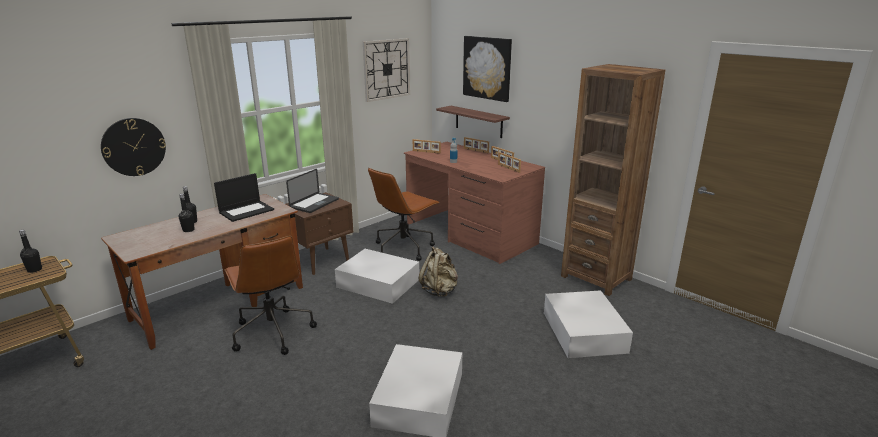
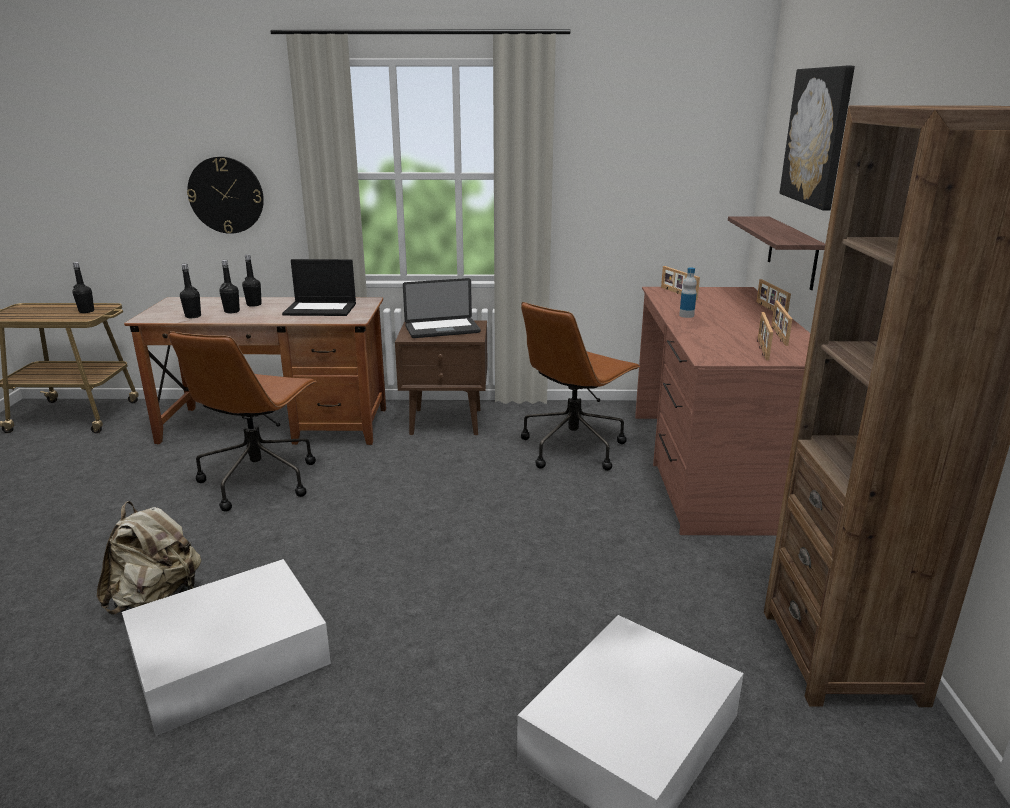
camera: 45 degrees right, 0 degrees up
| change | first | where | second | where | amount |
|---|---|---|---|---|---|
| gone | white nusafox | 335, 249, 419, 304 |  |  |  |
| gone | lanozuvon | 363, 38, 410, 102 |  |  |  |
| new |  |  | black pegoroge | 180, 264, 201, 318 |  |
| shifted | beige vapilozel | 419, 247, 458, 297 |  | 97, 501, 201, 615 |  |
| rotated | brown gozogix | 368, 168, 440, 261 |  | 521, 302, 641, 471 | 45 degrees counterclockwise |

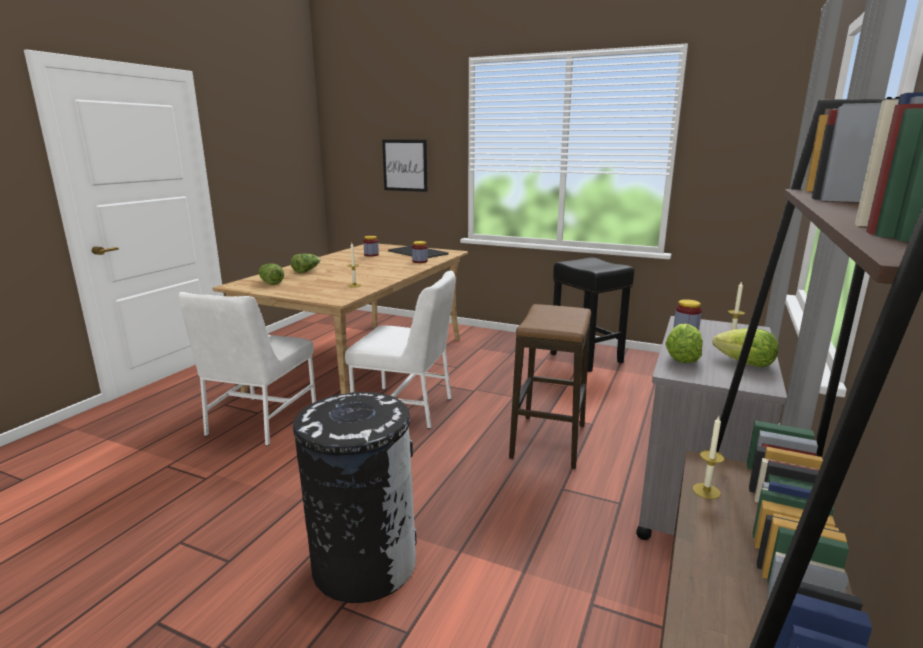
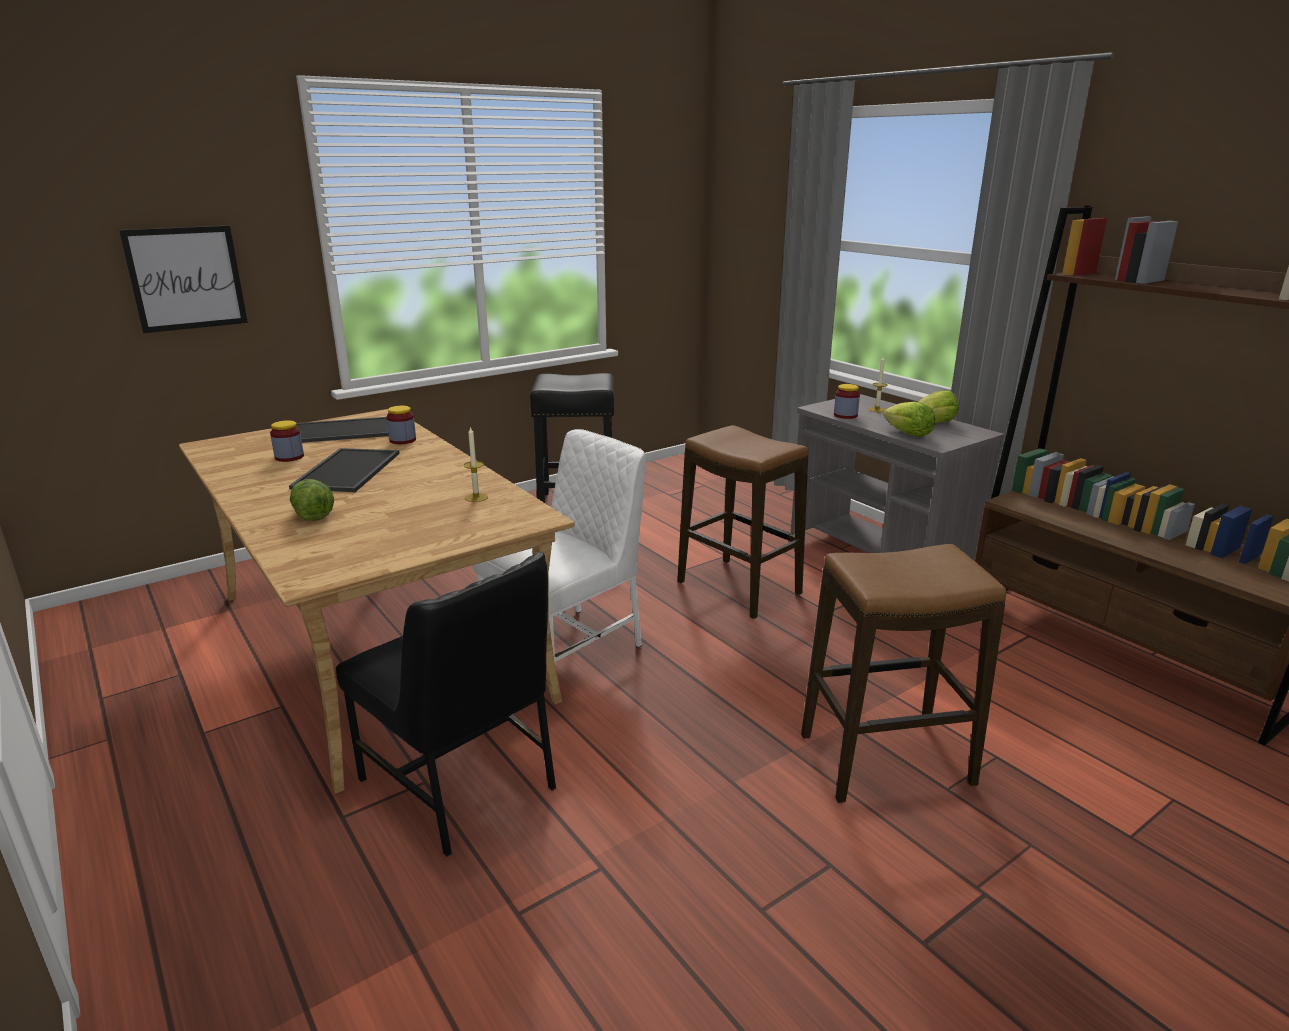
camera: 60 degrees left, 5 degrees up
| change | first | where | second | where | amount |
|---|---|---|---|---|---|
| gone | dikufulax | 258, 263, 284, 285 |  |  |  |
| gone | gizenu | 693, 416, 725, 499 |  |  |  |
| new |  |  | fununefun | 289, 448, 400, 492 |  |
| swapped | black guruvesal | 293, 391, 417, 603 | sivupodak | 801, 544, 1006, 803 |  |
| repainted | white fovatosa | 178, 292, 316, 446 | black fovatosa | 336, 552, 556, 857 |  |

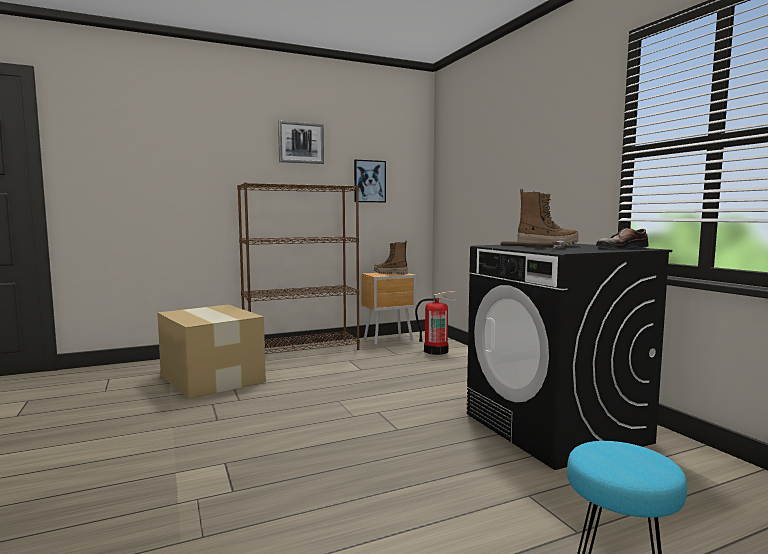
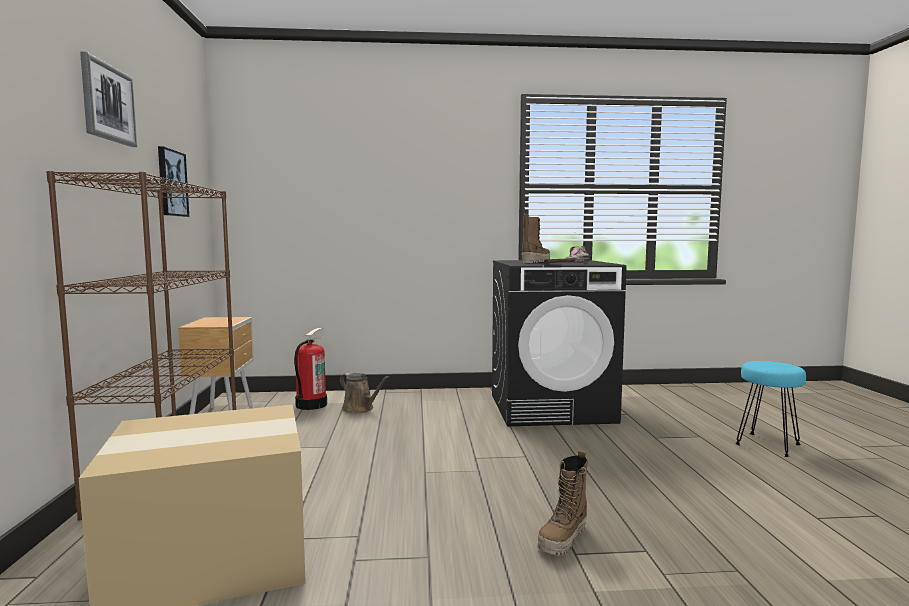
camera: 70 degrees left, 0 degrees up
| change | first | where | second | where | amount |
|---|---|---|---|---|---|
| new |  |  | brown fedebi | 340, 373, 389, 413 |  |
| shifted | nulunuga | 374, 240, 408, 274 |  | 538, 450, 587, 556 |  |

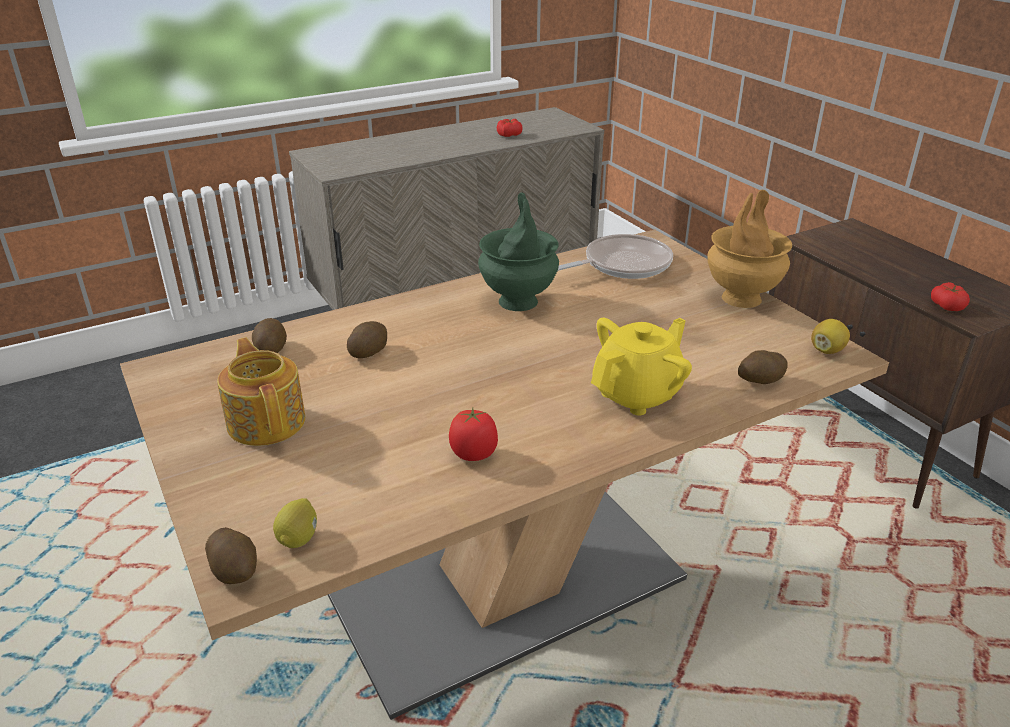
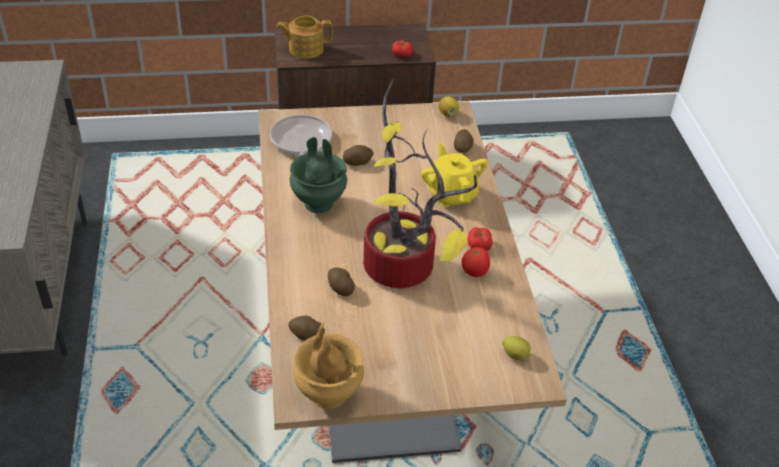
camera: 70 degrees left, 10 degrees up
| change | first | where | second | where | amount |
|---|---|---|---|---|---|
| new |  |  | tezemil | 363, 79, 477, 288 |  |
| shifted | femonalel | 205, 527, 257, 584 |  | 343, 145, 374, 166 |  |
| shifted | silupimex | 217, 337, 305, 446 |  | 276, 16, 332, 59 |  |
| shifted | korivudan | 497, 119, 522, 137 |  | 467, 227, 493, 251 |  |
| shifted | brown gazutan | 707, 190, 792, 308 |  | 293, 322, 364, 409 |  |

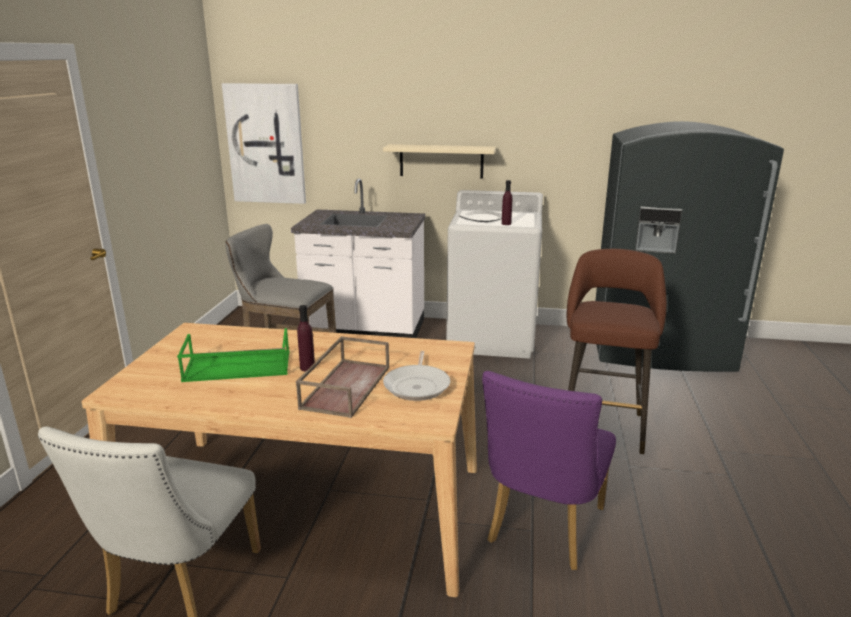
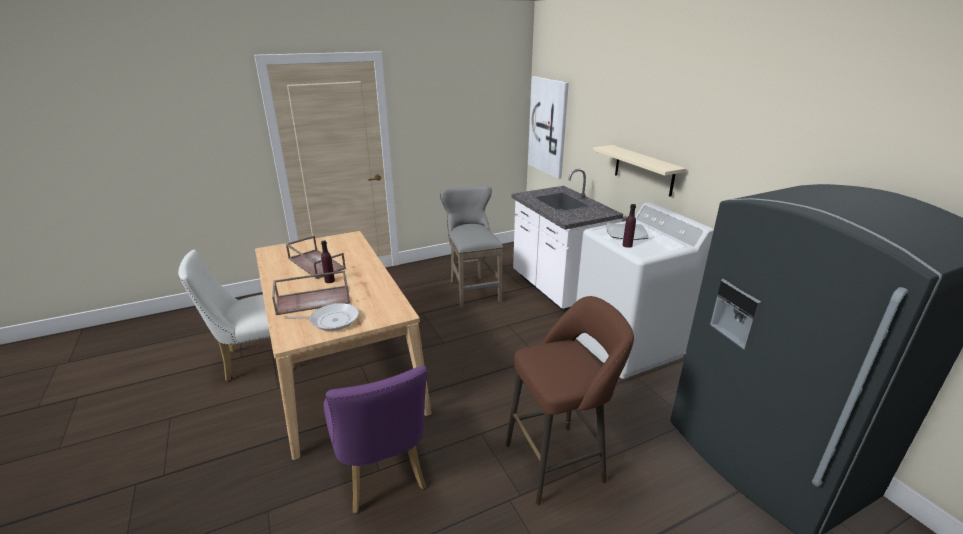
camera: 55 degrees right, 5 degrees up
| change | first | where | second | where | amount |
|---|---|---|---|---|---|
| repainted | green fununefun | 177, 328, 290, 382 | brown fununefun | 286, 236, 346, 279 |  |
| rotated | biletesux | 383, 351, 450, 401 |  | 284, 303, 359, 331 | 150 degrees counterclockwise |
| rotated | purple fovatosa | 482, 371, 616, 570 |  | 323, 366, 427, 513 | 105 degrees counterclockwise |

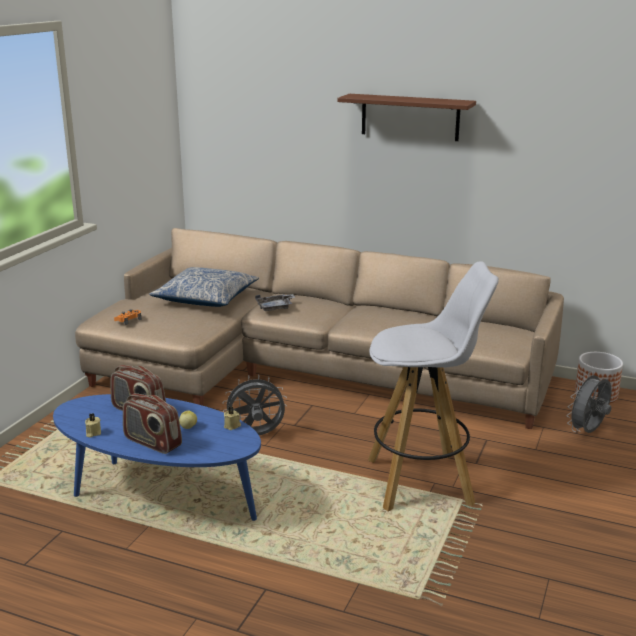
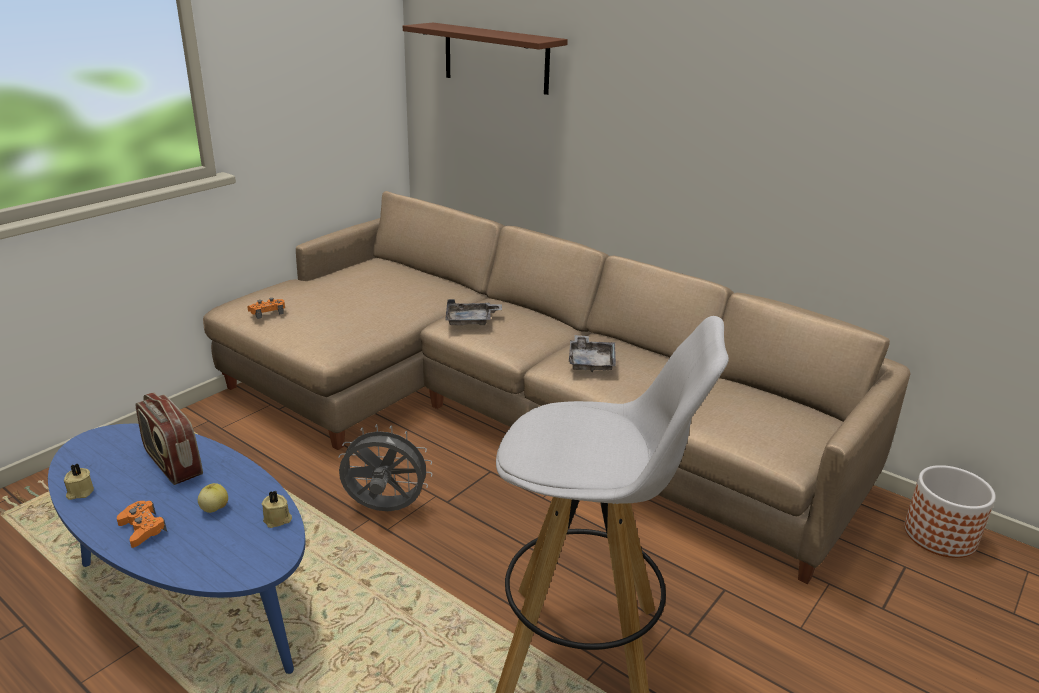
camera: 15 degrees right, 5 degrees up
| change | first | where | second | where | amount |
|---|---|---|---|---|---|
| gone | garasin | 149, 267, 259, 307 |  |  |  |
| gone | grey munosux | 567, 371, 611, 433 |  |  |  |
| new |  |  | grey fununefun | 569, 335, 616, 372 |  |
| shifted | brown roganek | 337, 94, 476, 141 |  | 403, 22, 568, 95 |  |
| swapped | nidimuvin | 123, 393, 182, 454 | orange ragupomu | 117, 501, 167, 548 |  |

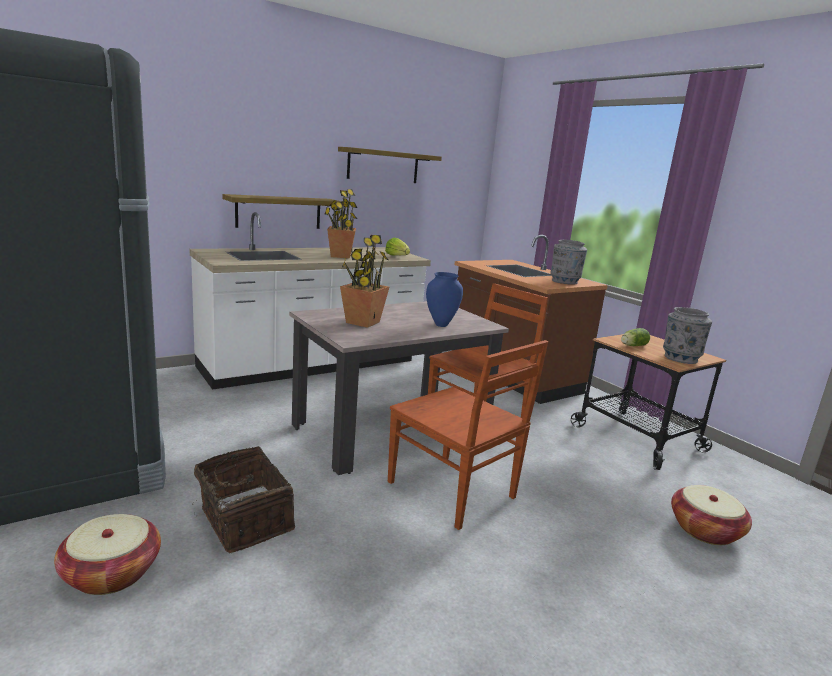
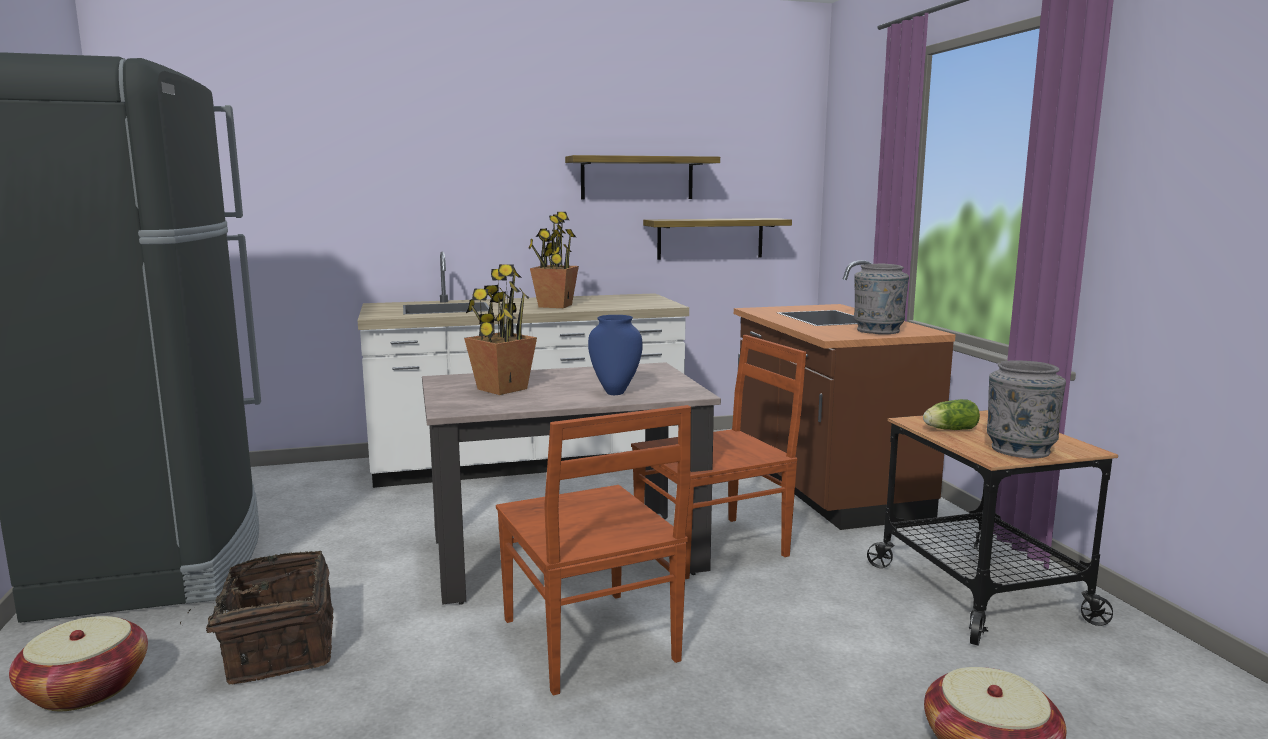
camera: 20 degrees right, 5 degrees down
| change | first | where | second | where | amount |
|---|---|---|---|---|---|
| gone | dikufulax | 385, 238, 410, 256 |  |  |  |
| shifted | roganek | 222, 194, 342, 229 |  | 643, 218, 792, 260 |  |

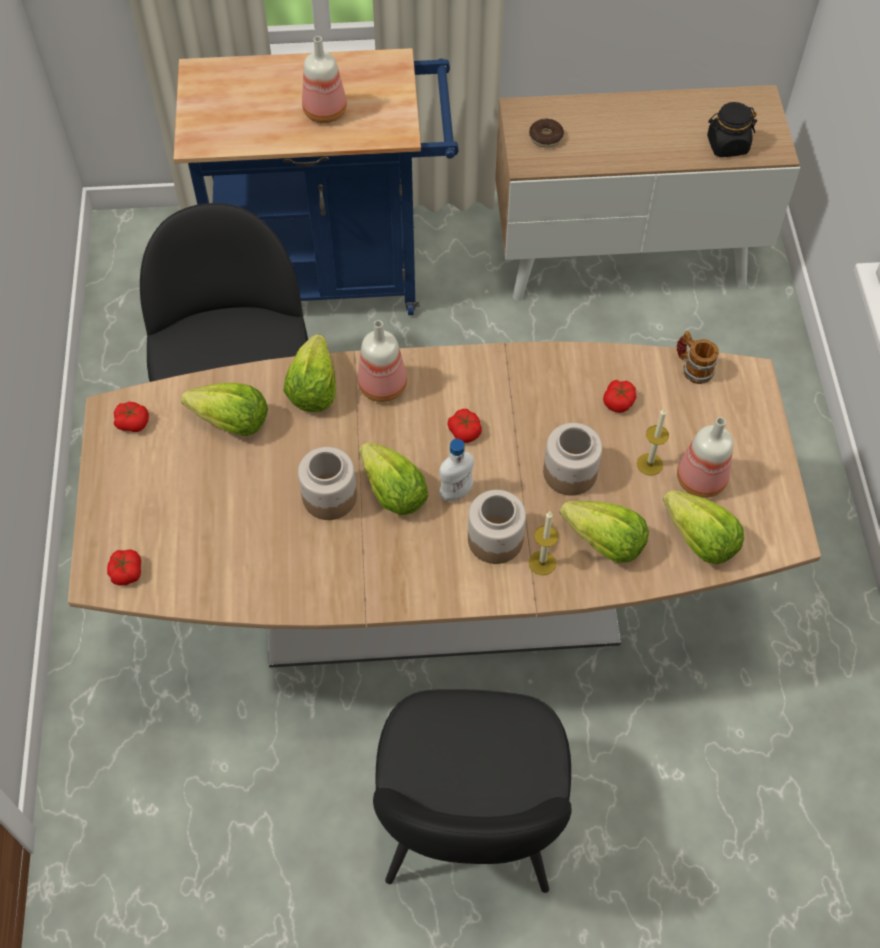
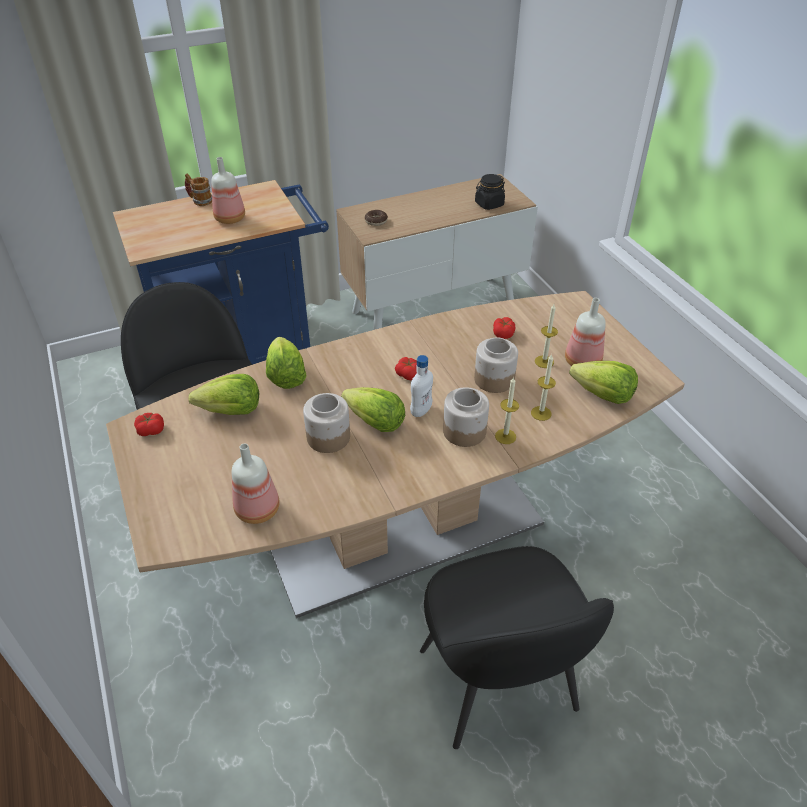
camera: 20 degrees left, 15 degrees down
| change | first | where | second | where | amount |
|---|---|---|---|---|---|
| gone | korivudan | 107, 549, 141, 586 |  |  |  |
| shifted | pegoroge | 358, 320, 407, 402 |  | 232, 444, 280, 524 |  |
| shifted | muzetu | 677, 331, 719, 384 |  | 185, 173, 212, 206 |  |
| swapped | dikufulax | 560, 501, 649, 563 | gizenu | 531, 354, 556, 421 |  |

